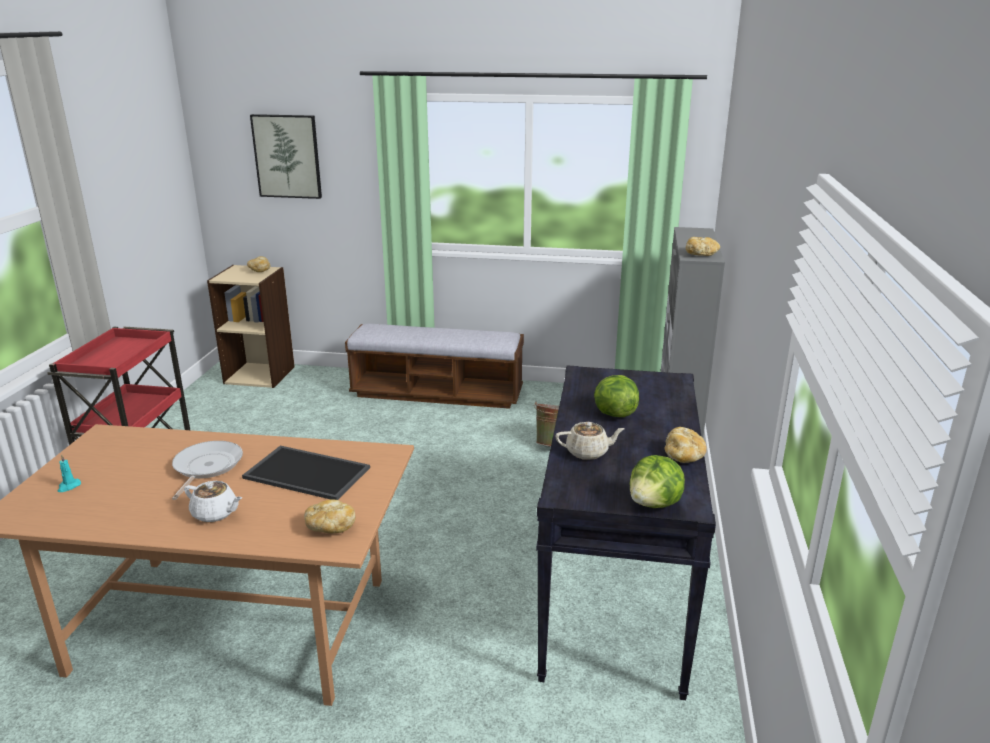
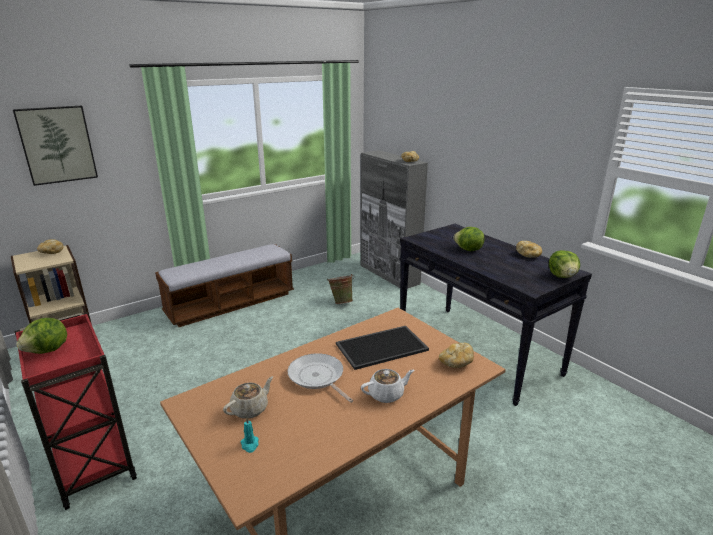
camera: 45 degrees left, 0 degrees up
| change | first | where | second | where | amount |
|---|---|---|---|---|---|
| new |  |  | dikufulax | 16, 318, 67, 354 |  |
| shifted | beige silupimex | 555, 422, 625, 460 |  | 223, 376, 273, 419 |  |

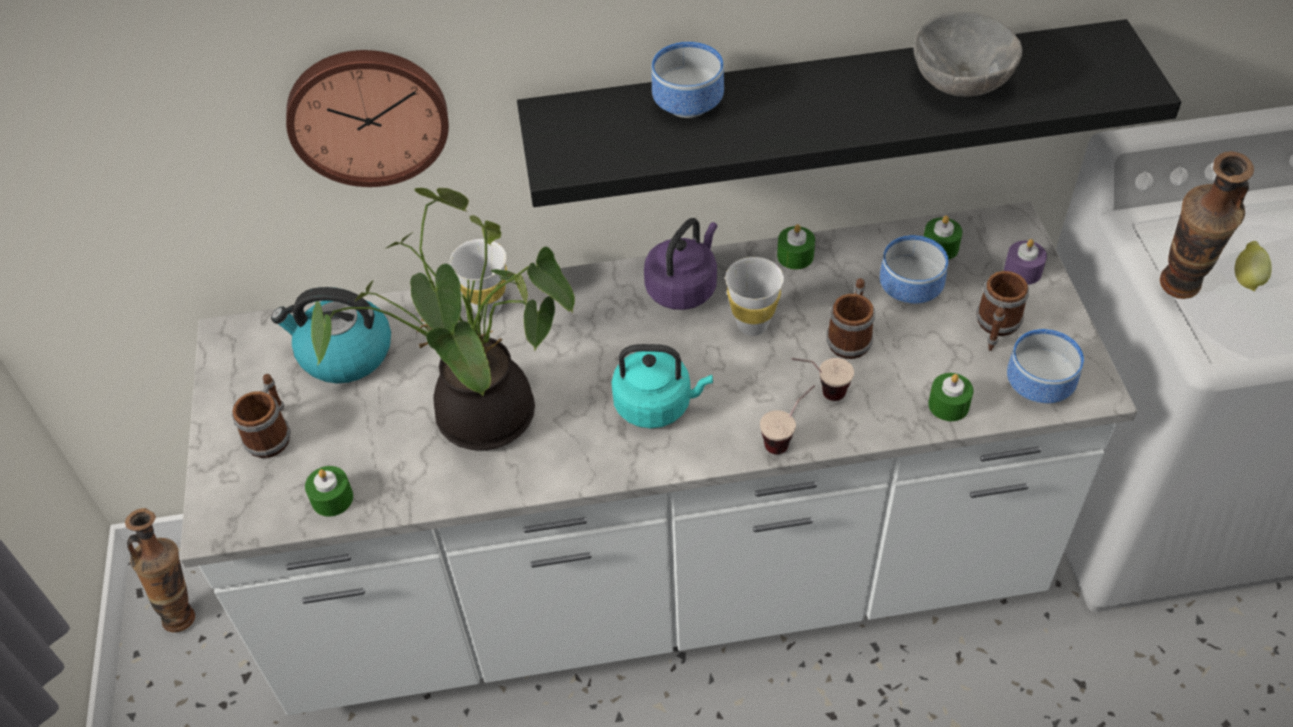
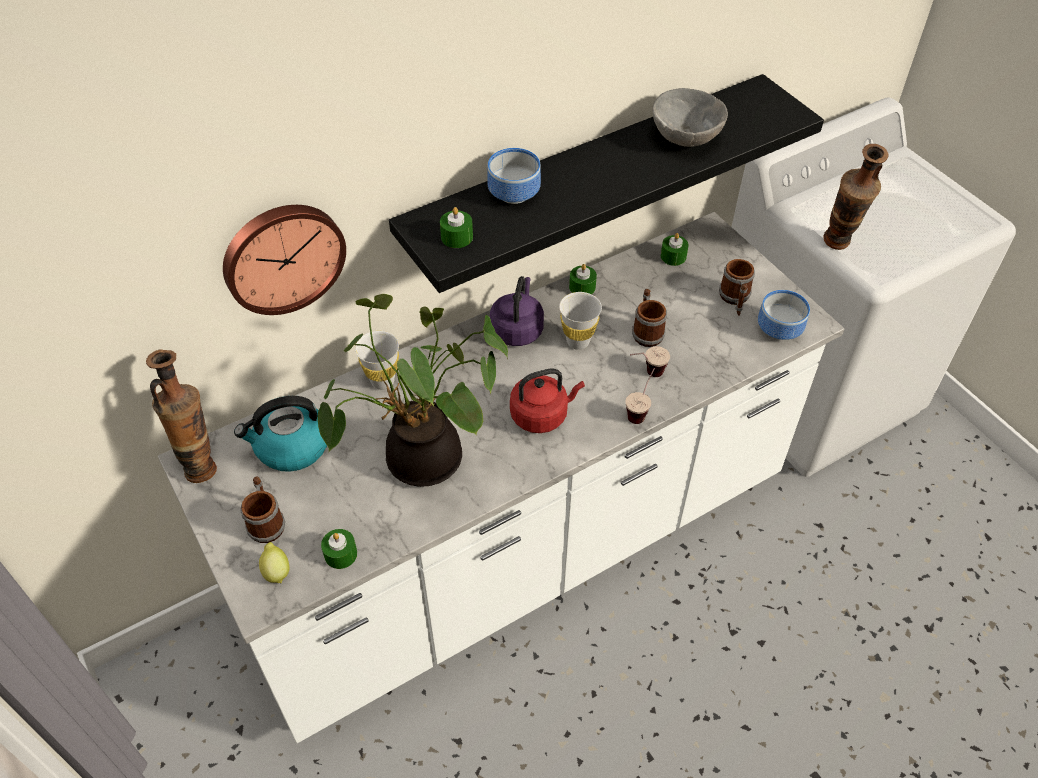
camera: 25 degrees left, 0 degrees up
| change | first | where | second | where | amount |
|---|---|---|---|---|---|
| gone | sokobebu | 880, 235, 949, 304 |  |  |  |
| gone | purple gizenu | 1004, 239, 1047, 285 |  |  |  |
| shifted | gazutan | 125, 508, 195, 632 |  | 146, 349, 217, 483 |  |
| shifted | green gizenu | 928, 373, 974, 421 |  | 440, 207, 473, 248 |  |
| shifted | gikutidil | 1235, 241, 1272, 291 |  | 259, 542, 290, 584 |  |
| repainted | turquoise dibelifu | 611, 344, 713, 429 | red dibelifu | 510, 368, 585, 433 |  |

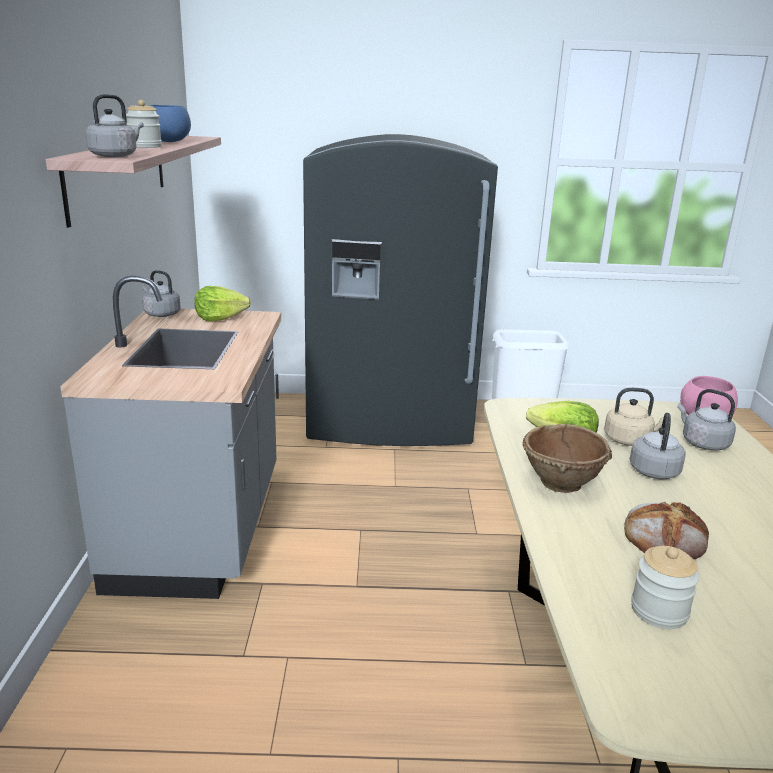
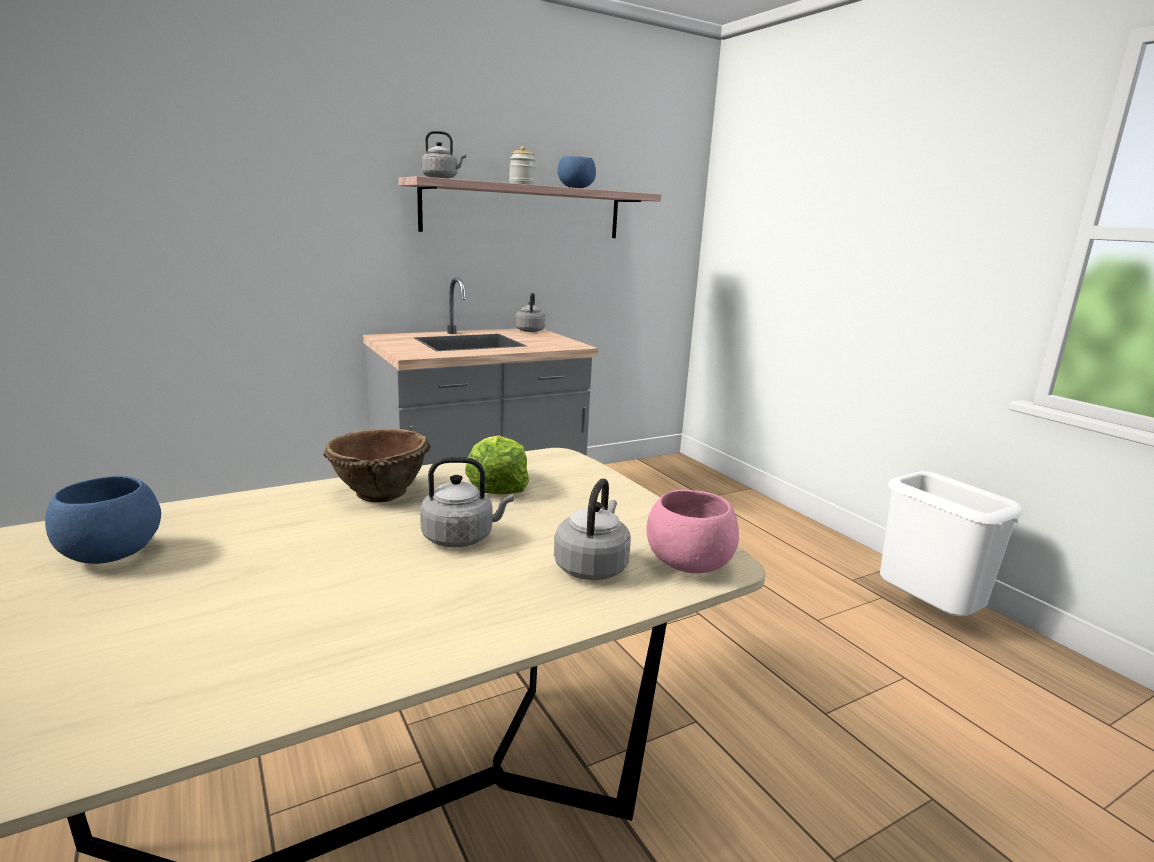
camera: 60 degrees right, 5 degrees down
| change | first | where | second | where | amount |
|---|---|---|---|---|---|
| gone | dikufulax | 194, 286, 251, 321 |  |  |  |
| gone | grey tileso | 303, 134, 498, 446 |  |  |  |
| gone | beige dibelifu | 604, 388, 664, 446 |  |  |  |
| gone | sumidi | 624, 502, 709, 559 |  |  |  |
| swapped | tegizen | 631, 546, 699, 629 | blue sokobebu | 45, 476, 161, 564 |  |

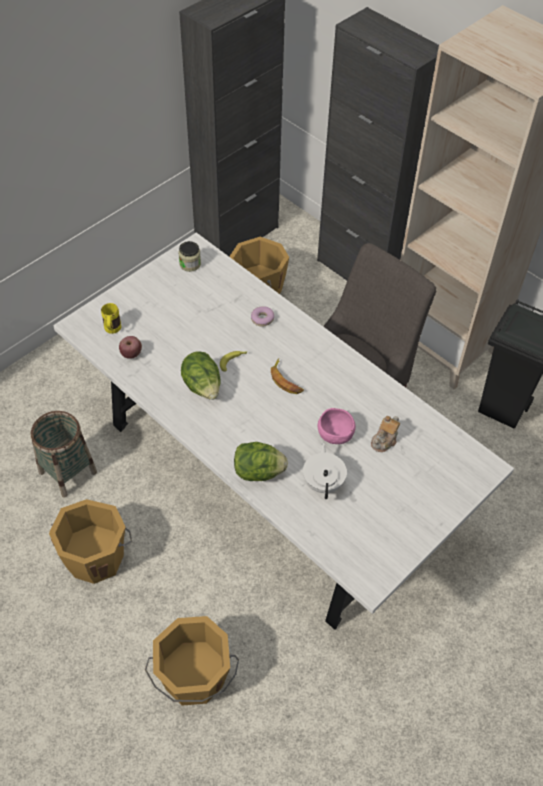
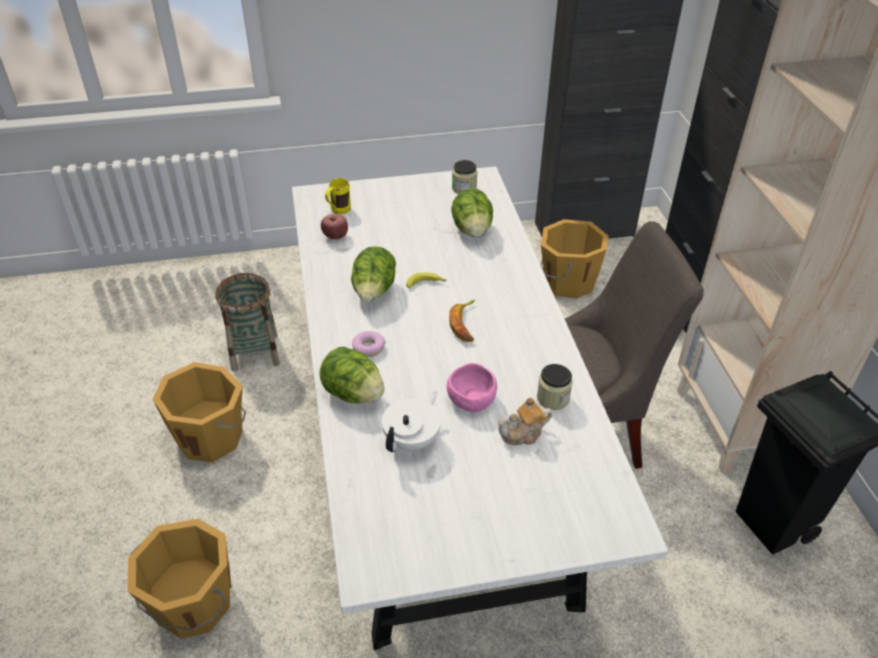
camera: 35 degrees right, 10 degrees down
| change | first | where | second | where | amount |
|---|---|---|---|---|---|
| new |  |  | dikufulax | 451, 188, 493, 237 |  |
| new |  |  | tegizen | 537, 364, 573, 410 |  |
| shifted | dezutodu | 251, 306, 274, 327 |  | 352, 331, 385, 357 |  |

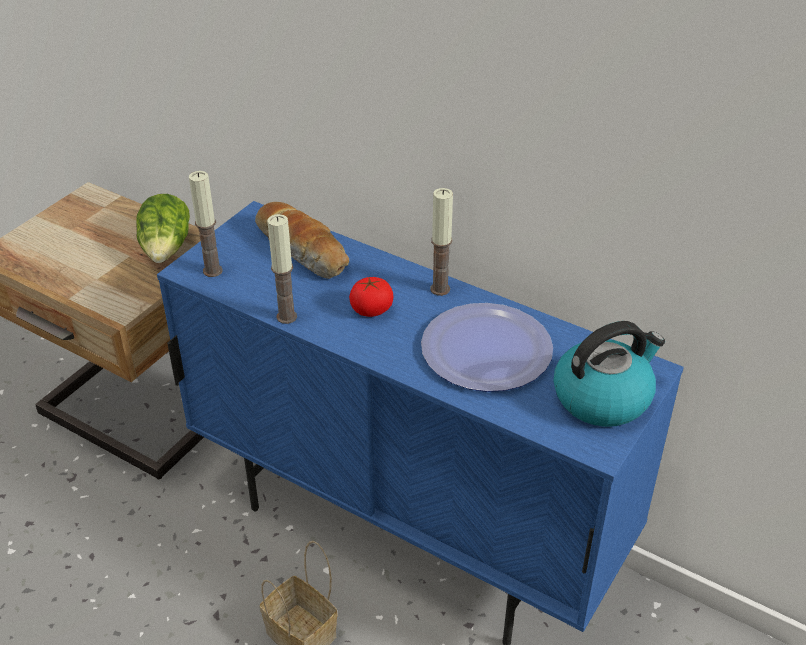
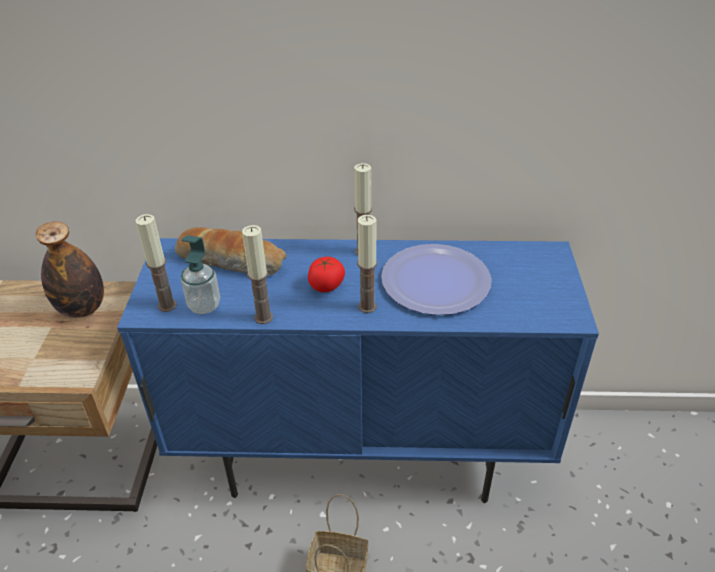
camera: 30 degrees left, 0 degrees up
| change | first | where | second | where | amount |
|---|---|---|---|---|---|
| gone | dibelifu | 554, 321, 665, 427 |  |  |  |
| new |  |  | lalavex | 181, 235, 220, 314 |  |
| new |  |  | gizenu | 357, 215, 377, 313 |  |
| swapped | dikufulax | 136, 194, 190, 263 | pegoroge | 36, 221, 104, 318 |  |

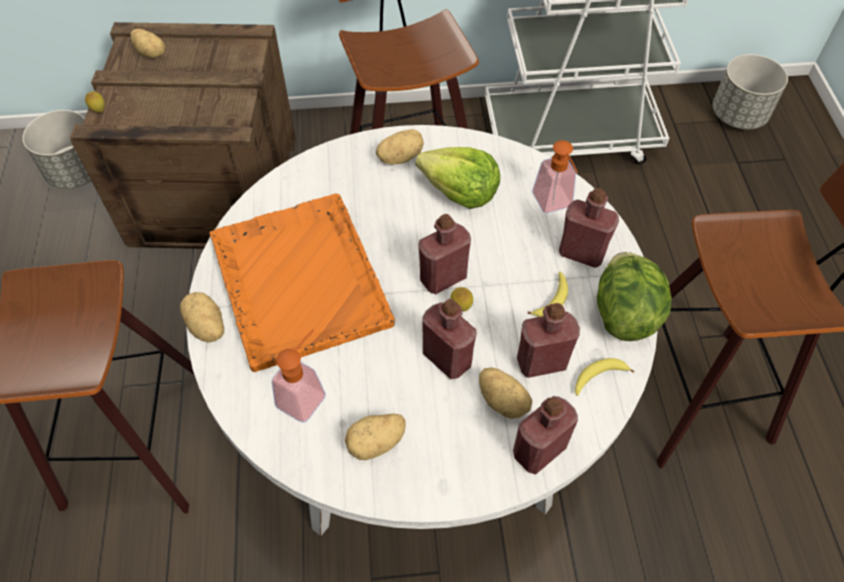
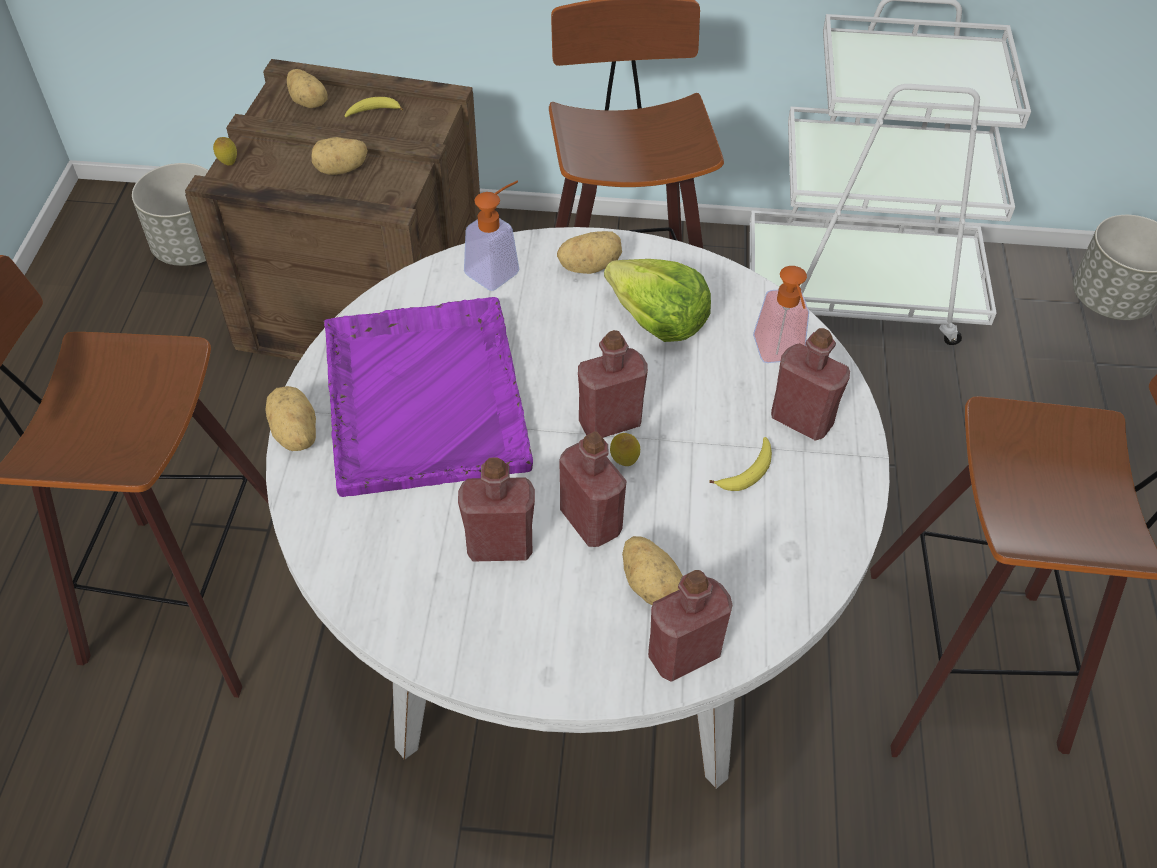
camera: 10 degrees right, 5 degrees down
| change | first | where | second | where | amount |
|---|---|---|---|---|---|
| gone | dikufulax | 597, 252, 672, 341 |  |  |  |
| shifted | lalavex | 272, 329, 326, 423 |  | 464, 181, 519, 291 |  |
| shifted | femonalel | 345, 414, 406, 460 |  | 312, 137, 368, 175 |  |
| shifted | red pegoroge | 517, 303, 580, 378 |  | 458, 458, 535, 562 |  |
| shifted | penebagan | 575, 358, 634, 396 |  | 345, 97, 403, 117 |  |
| repainted | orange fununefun | 209, 194, 395, 372 | purple fununefun | 324, 297, 533, 497 |  |

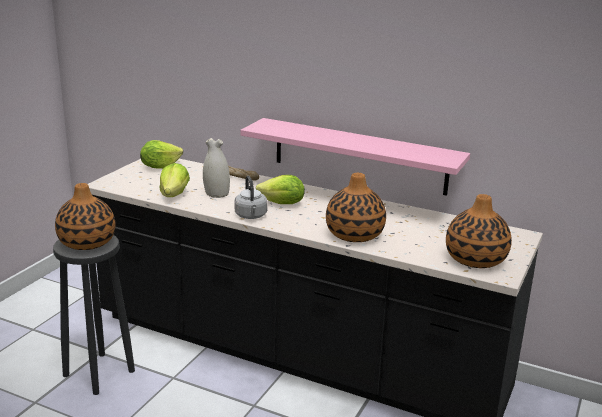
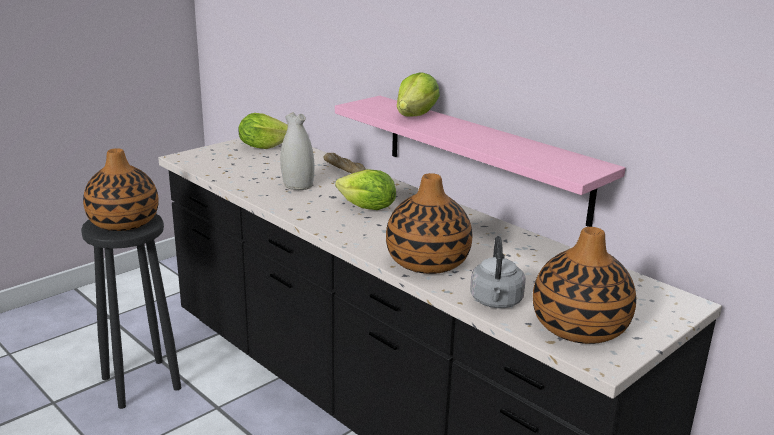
camera: 20 degrees right, 0 degrees up
| change | first | where | second | where | amount |
|---|---|---|---|---|---|
| shifted | dikufulax | 159, 163, 190, 197 |  | 397, 72, 440, 117 |  |
| shifted | grey dibelifu | 235, 176, 268, 219 |  | 470, 236, 526, 308 |  |

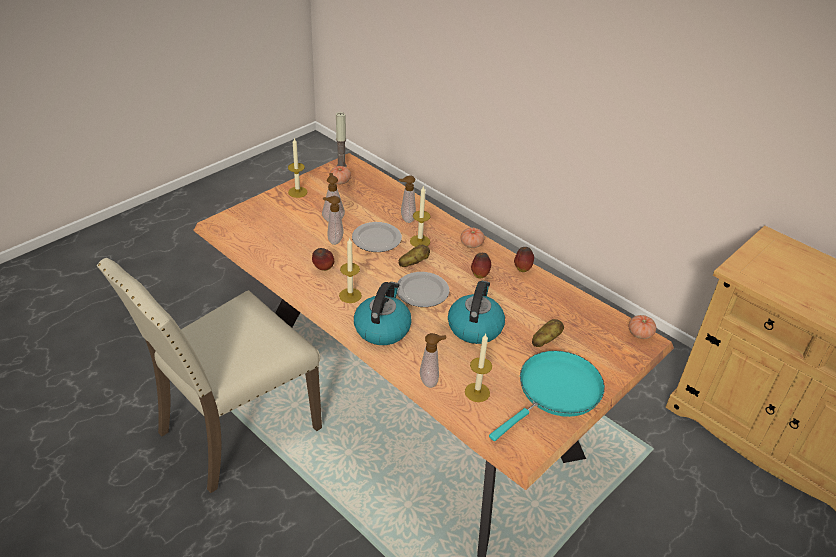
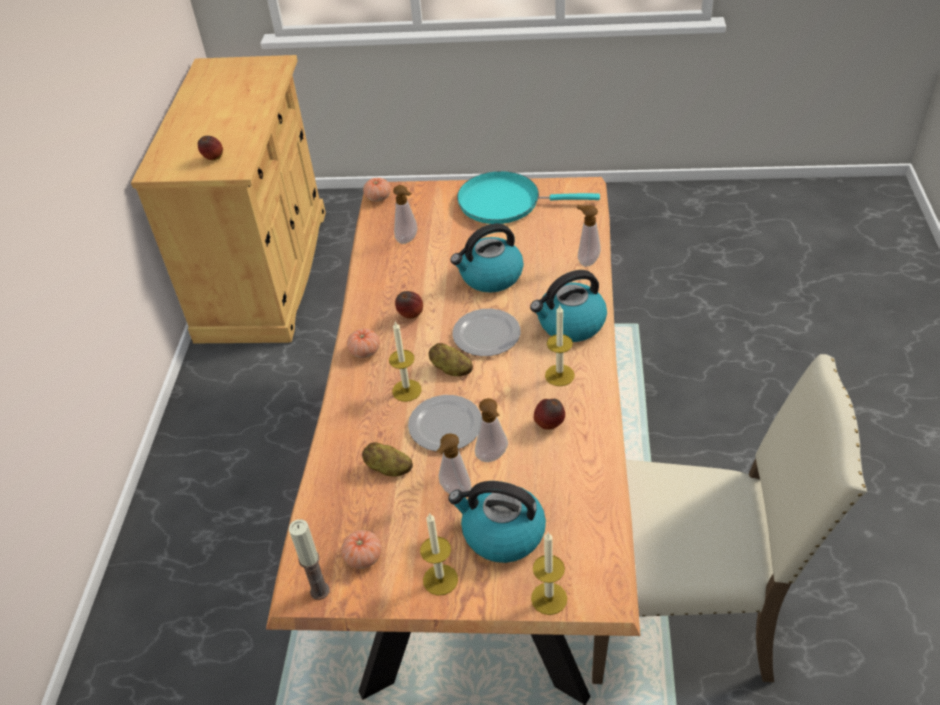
camera: 125 degrees left, 5 degrees up
| change | first | where | second | where | amount |
|---|---|---|---|---|---|
| new |  |  | dibelifu | 448, 481, 546, 563 |  |
| shifted | lalavex | 399, 175, 416, 223 |  | 393, 185, 417, 244 |  |
| shifted | gizenu | 465, 334, 492, 402 |  | 531, 532, 567, 615 |  |
| shifted | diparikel | 514, 247, 534, 272 |  | 198, 136, 223, 160 |  |
| shifted | femonalel | 532, 319, 564, 347 |  | 362, 442, 413, 477 |  |

